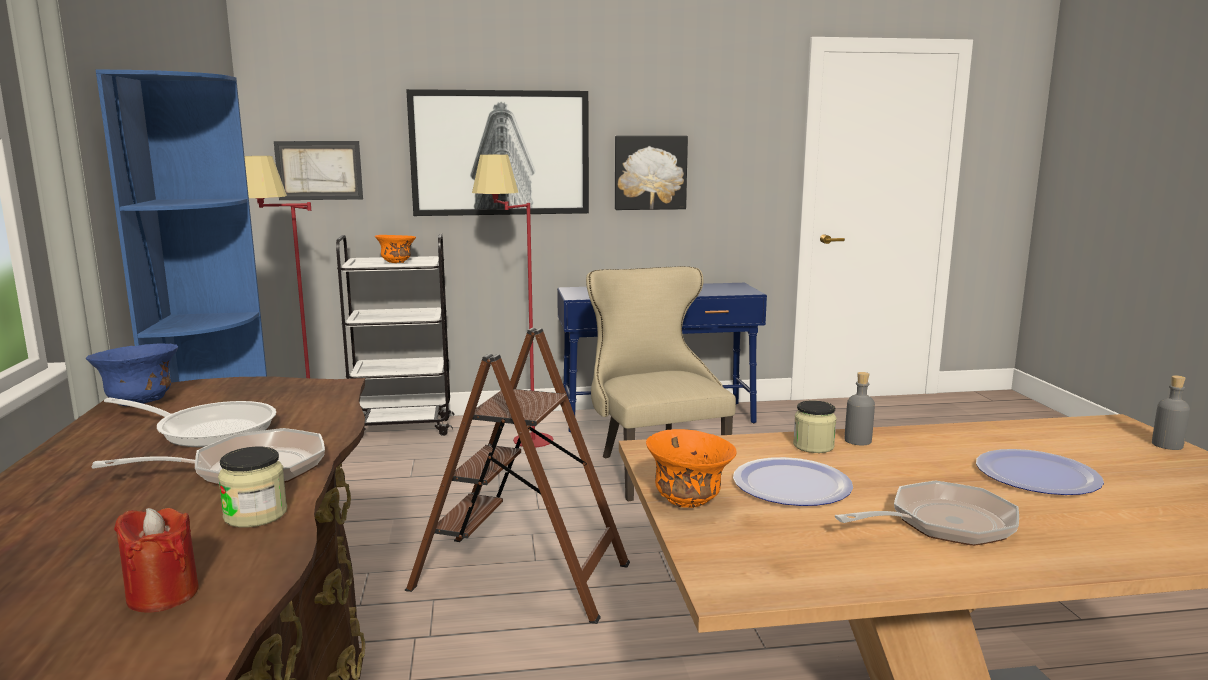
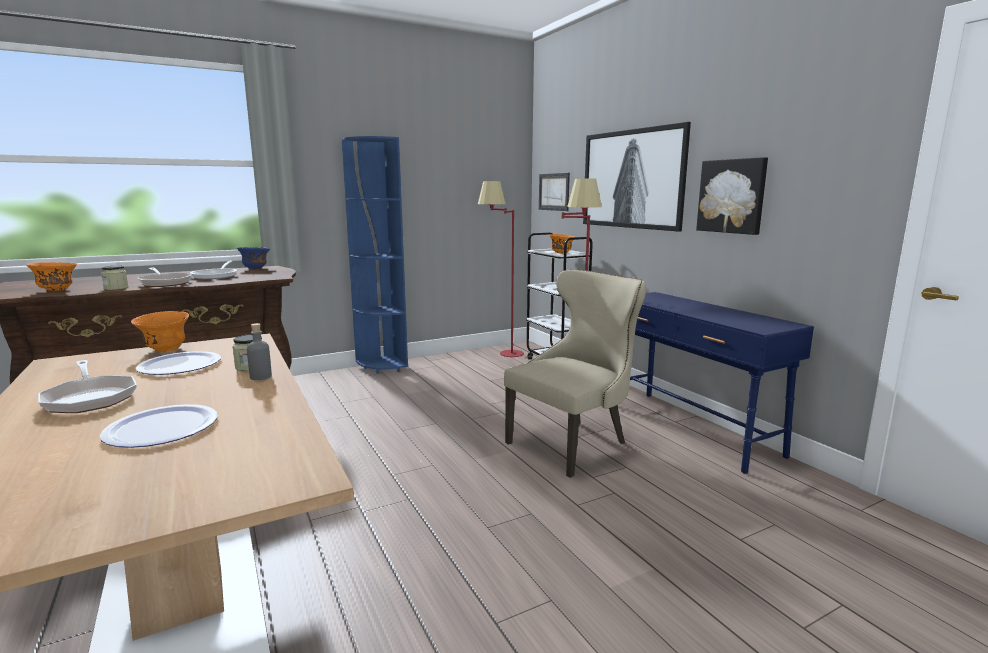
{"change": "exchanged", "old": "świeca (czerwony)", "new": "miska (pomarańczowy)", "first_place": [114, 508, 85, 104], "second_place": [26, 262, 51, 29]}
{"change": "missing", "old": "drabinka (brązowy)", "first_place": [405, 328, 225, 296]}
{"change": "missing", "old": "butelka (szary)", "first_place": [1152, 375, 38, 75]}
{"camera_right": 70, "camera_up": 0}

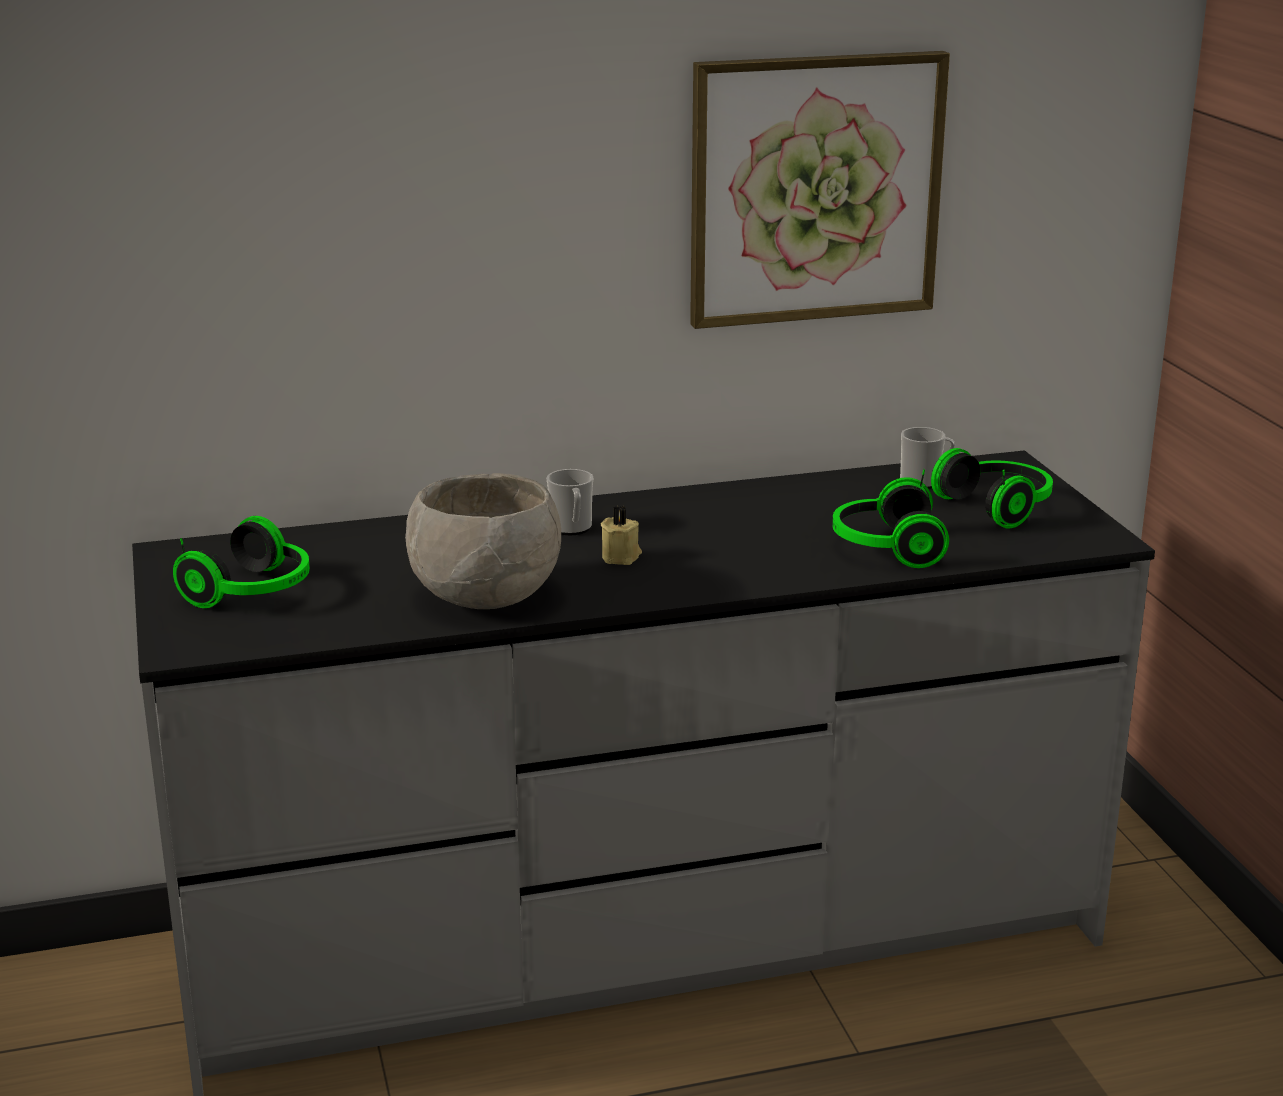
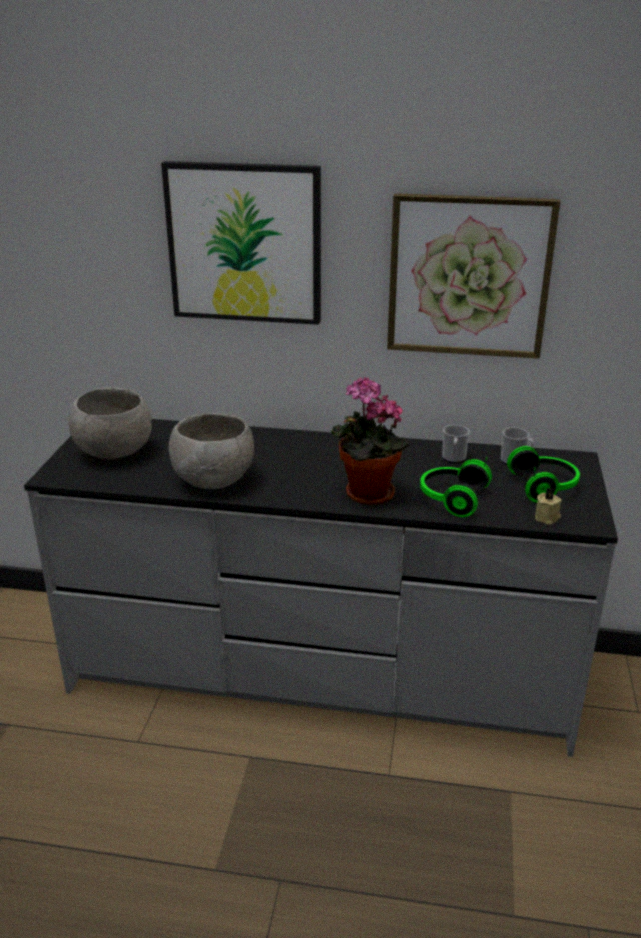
{"change": "exchanged", "old": "słuchawki", "new": "miska (szary)", "first_place": [173, 516, 137, 92], "second_place": [68, 387, 84, 72]}
{"change": "appeared", "new": "obraz", "second_place": [161, 161, 160, 164]}
{"change": "appeared", "new": "roślina doniczkowa", "second_place": [331, 377, 79, 128]}
{"change": "relocated", "old": "kubek", "first_place": [547, 469, 46, 66], "second_place": [442, 425, 28, 38]}
{"change": "relocated", "old": "świeca (beżowy)", "first_place": [601, 506, 41, 59], "second_place": [535, 488, 27, 37]}
{"camera_right": 25, "camera_up": 5}

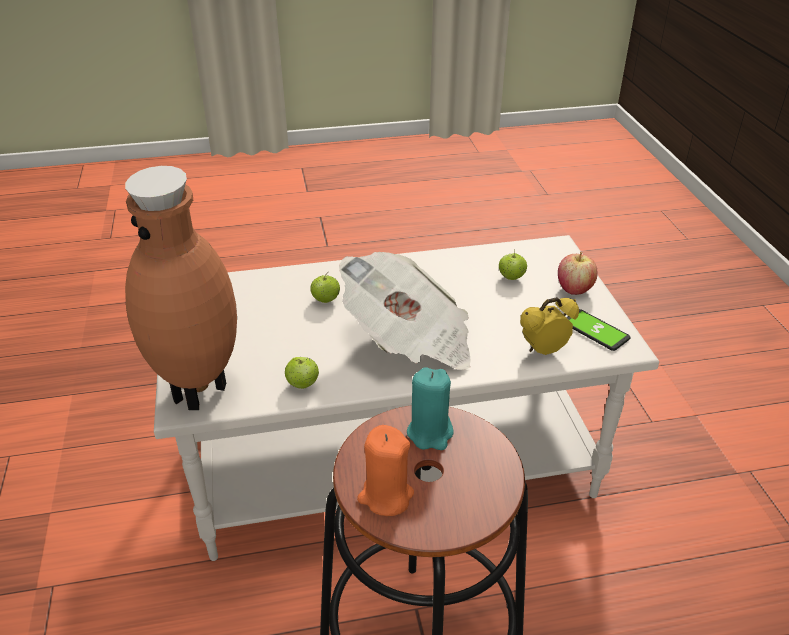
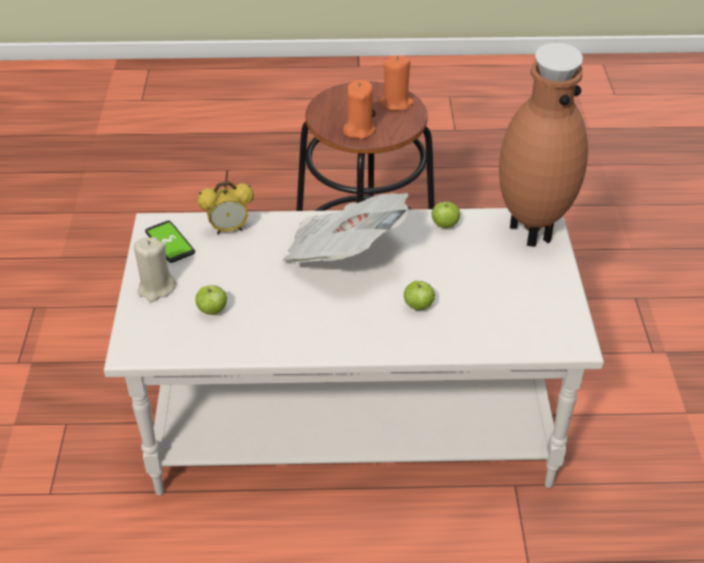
{"change": "exchanged", "old": "jabłko", "new": "świeca (beżowy)", "first_place": [558, 252, 40, 43], "second_place": [134, 237, 42, 65]}
{"change": "colour", "old": "świeca (turkusowy)", "new": "świeca (pomarańczowy)", "first_place": [407, 367, 46, 83], "second_place": [343, 80, 32, 59]}
{"camera_right": -170, "camera_up": 5}

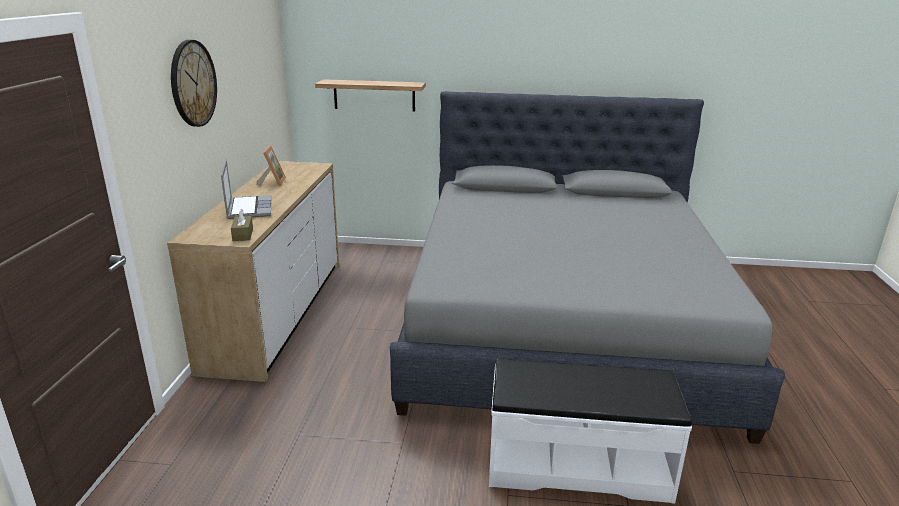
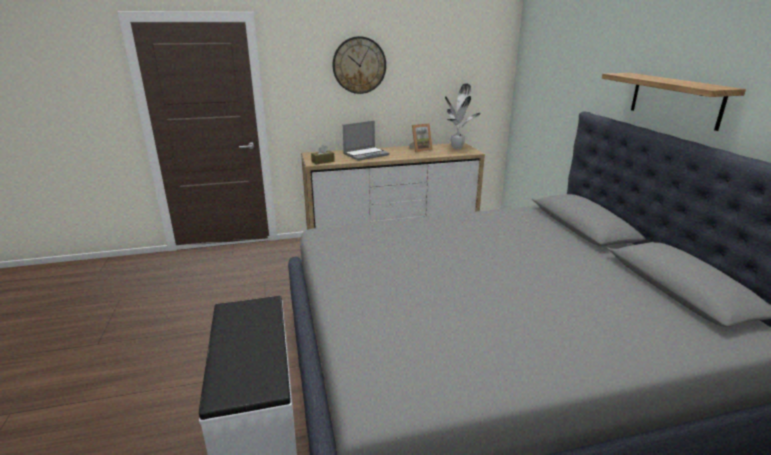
{"change": "appeared", "new": "roślina doniczkowa", "second_place": [445, 83, 35, 66]}
{"change": "relocated", "old": "półka", "first_place": [315, 79, 111, 33], "second_place": [602, 73, 144, 58]}
{"camera_right": 70, "camera_up": 0}

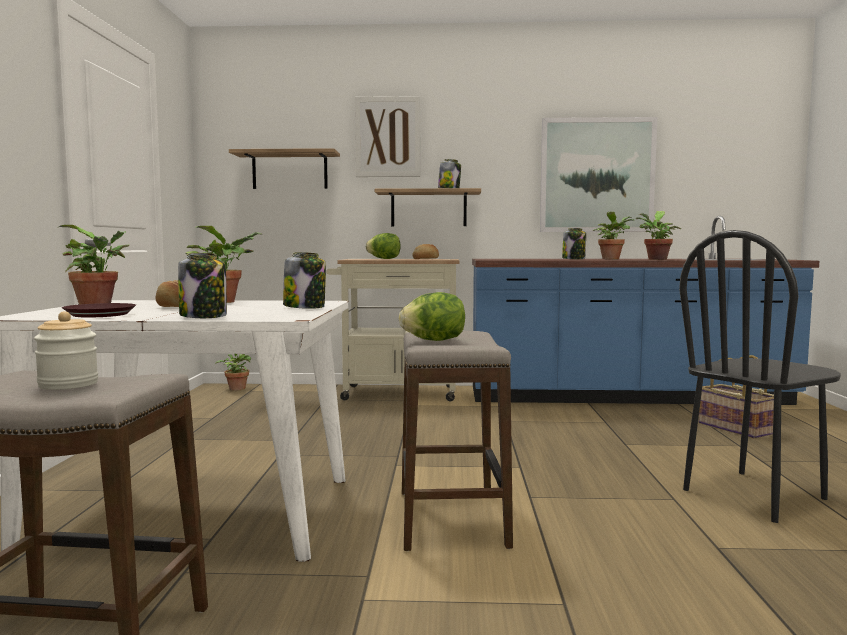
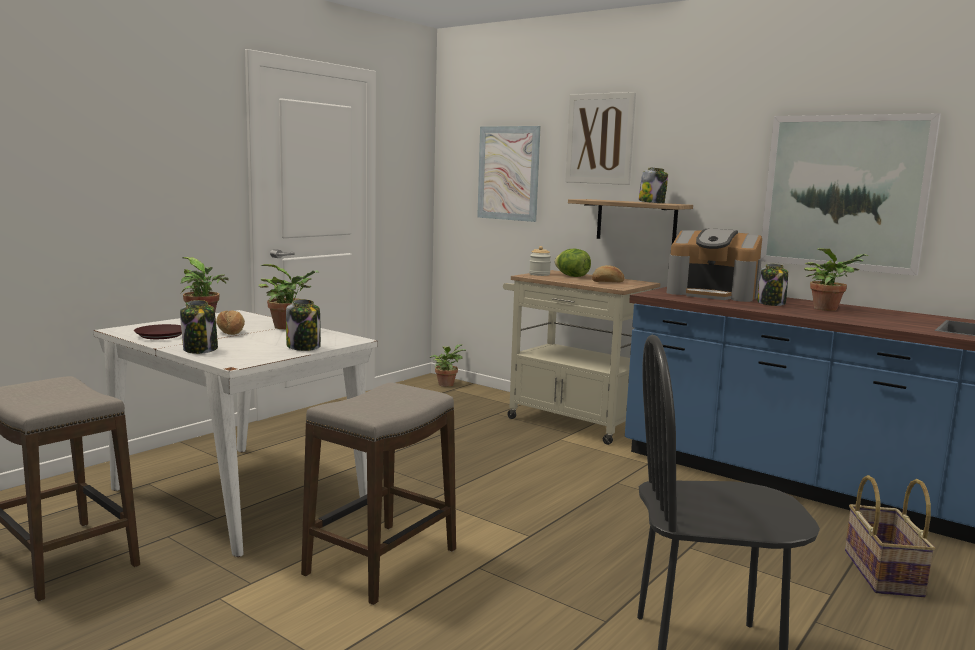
{"change": "exchanged", "old": "półka", "new": "obraz", "first_place": [229, 148, 111, 41], "second_place": [477, 126, 64, 96]}
{"change": "relocated", "old": "słoik", "first_place": [34, 311, 64, 79], "second_place": [529, 246, 22, 30]}
{"change": "appeared", "new": "ekspres do kawy", "second_place": [667, 229, 95, 73]}
{"change": "missing", "old": "sałata", "first_place": [399, 292, 66, 49]}
{"change": "missing", "old": "roślina doniczkowa", "first_place": [636, 211, 45, 49]}
{"camera_right": 35, "camera_up": 5}

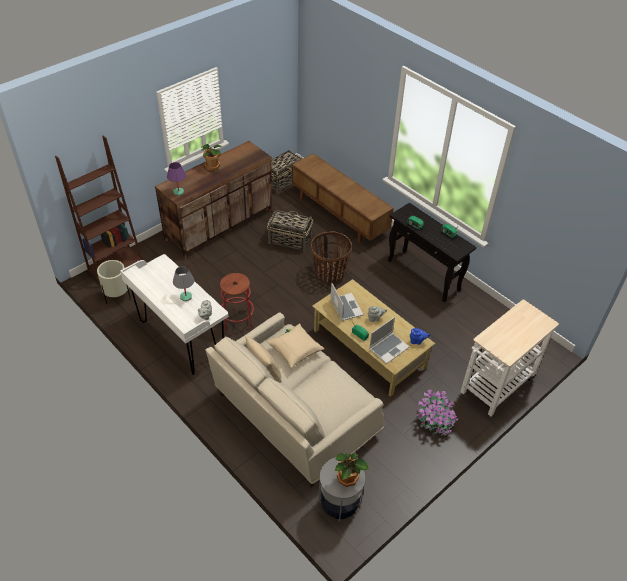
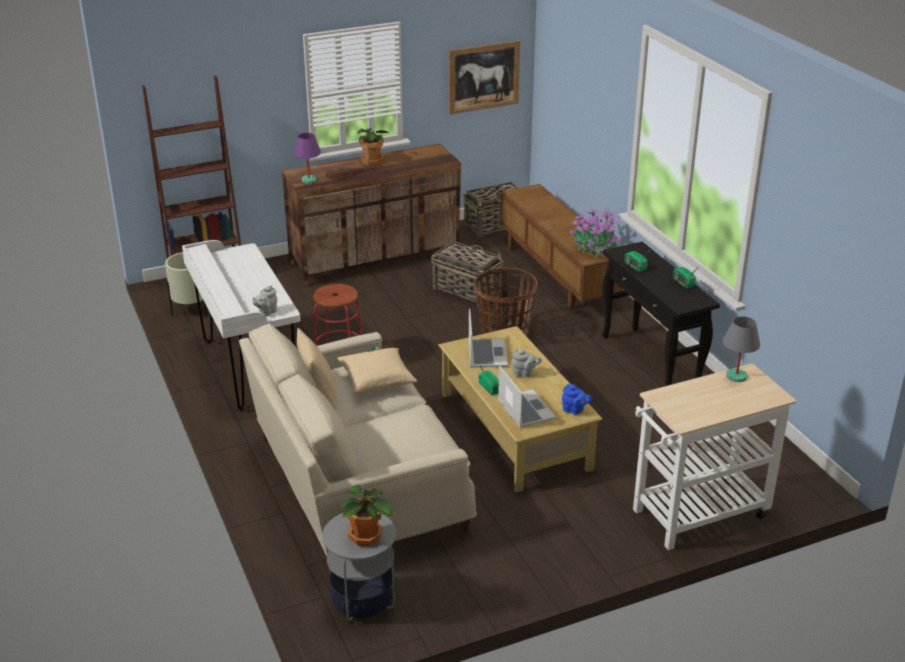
{"change": "appeared", "new": "obraz", "second_place": [449, 40, 71, 74]}
{"change": "spun", "old": "laptop", "first_place": [369, 317, 40, 47], "second_place": [498, 366, 58, 62], "degrees": -90}
{"change": "relocated", "old": "roślina doniczkowa", "first_place": [417, 389, 41, 47], "second_place": [570, 205, 51, 53]}
{"change": "relocated", "old": "lampa stołowa (szary)", "first_place": [173, 266, 21, 35], "second_place": [723, 316, 37, 66]}
{"camera_right": 20, "camera_up": -15}

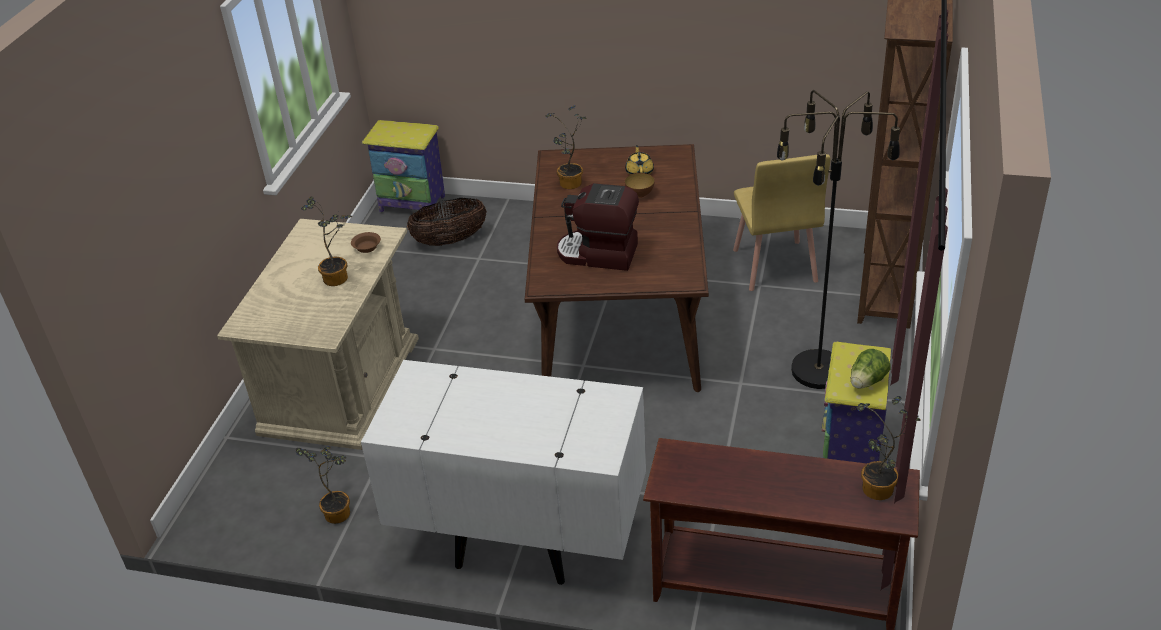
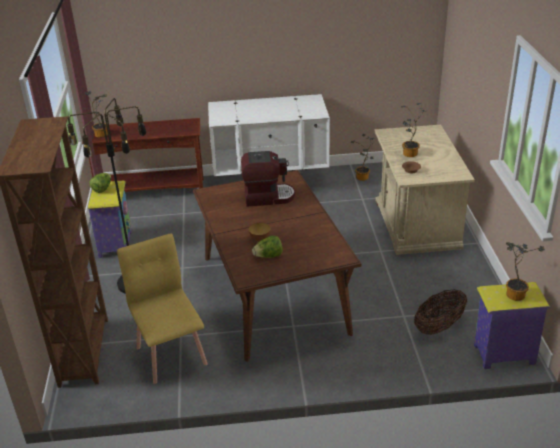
{"change": "exchanged", "old": "imbryk (żółty)", "new": "sałata", "first_place": [625, 145, 29, 30], "second_place": [252, 236, 31, 22]}
{"change": "relocated", "old": "roślina doniczkowa", "first_place": [545, 106, 42, 83], "second_place": [506, 242, 39, 59]}
{"camera_right": 160, "camera_up": -5}

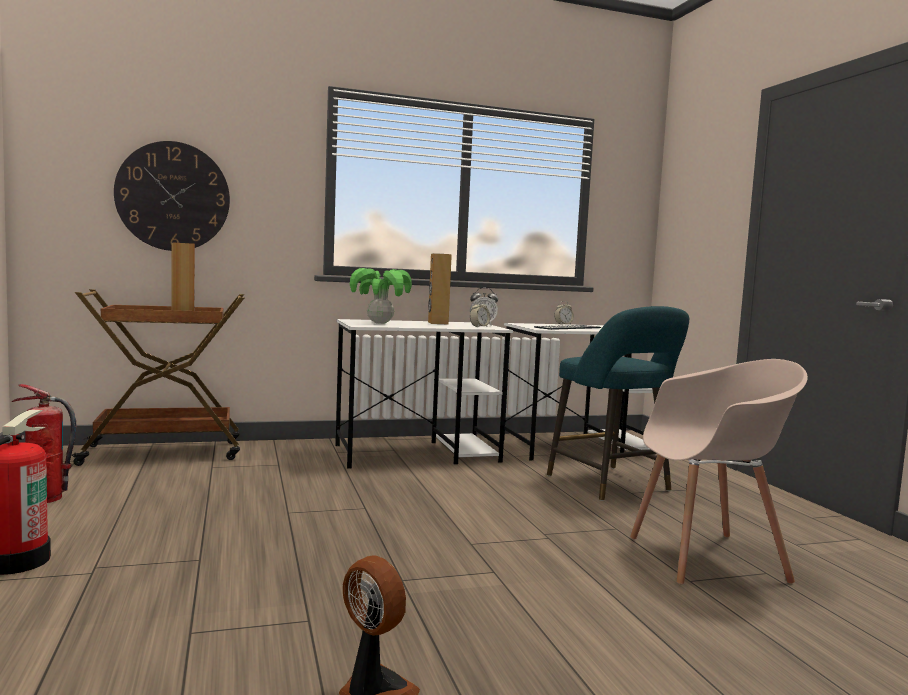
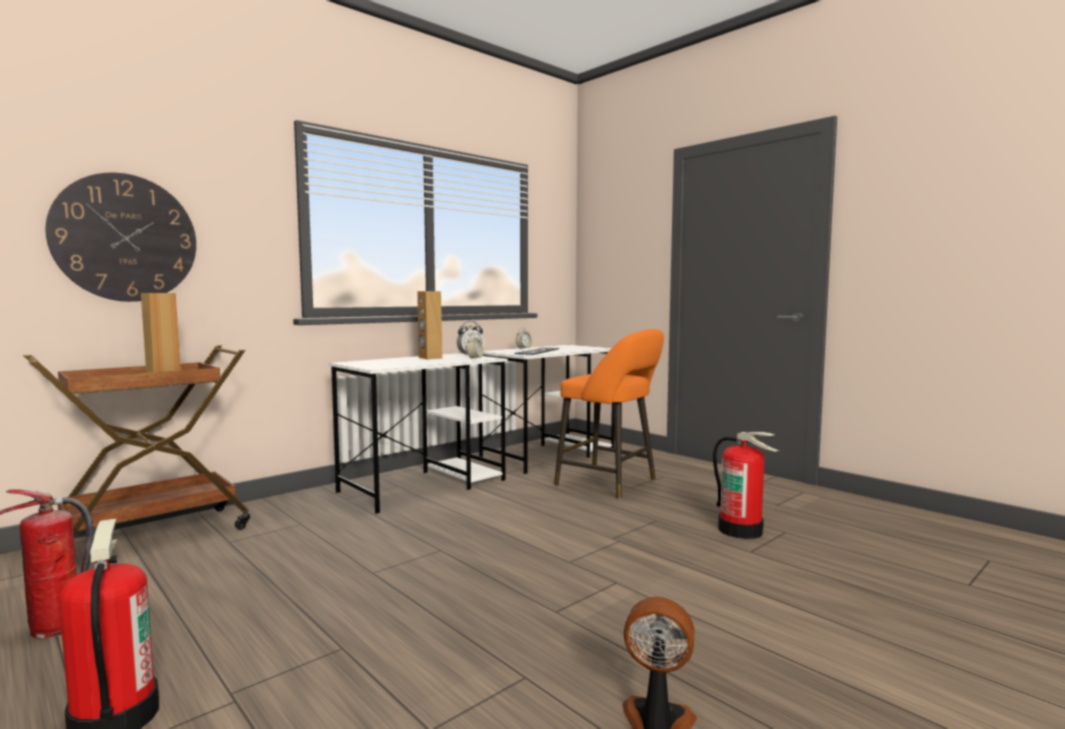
{"change": "colour", "old": "stołek (turkusowy)", "new": "stołek (pomarańczowy)", "first_place": [547, 306, 142, 195], "second_place": [554, 329, 110, 170]}
{"change": "exchanged", "old": "krzesło (beżowy)", "new": "gaśnica", "first_place": [630, 359, 178, 225], "second_place": [713, 432, 66, 107]}
{"change": "missing", "old": "roślina doniczkowa", "first_place": [350, 268, 62, 56]}
{"camera_right": -25, "camera_up": 0}

